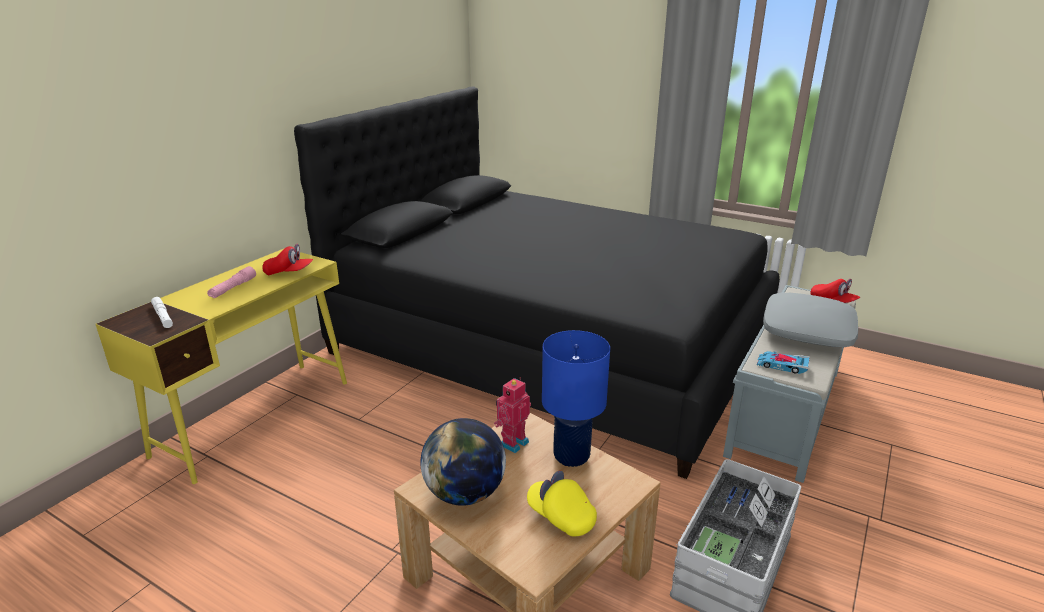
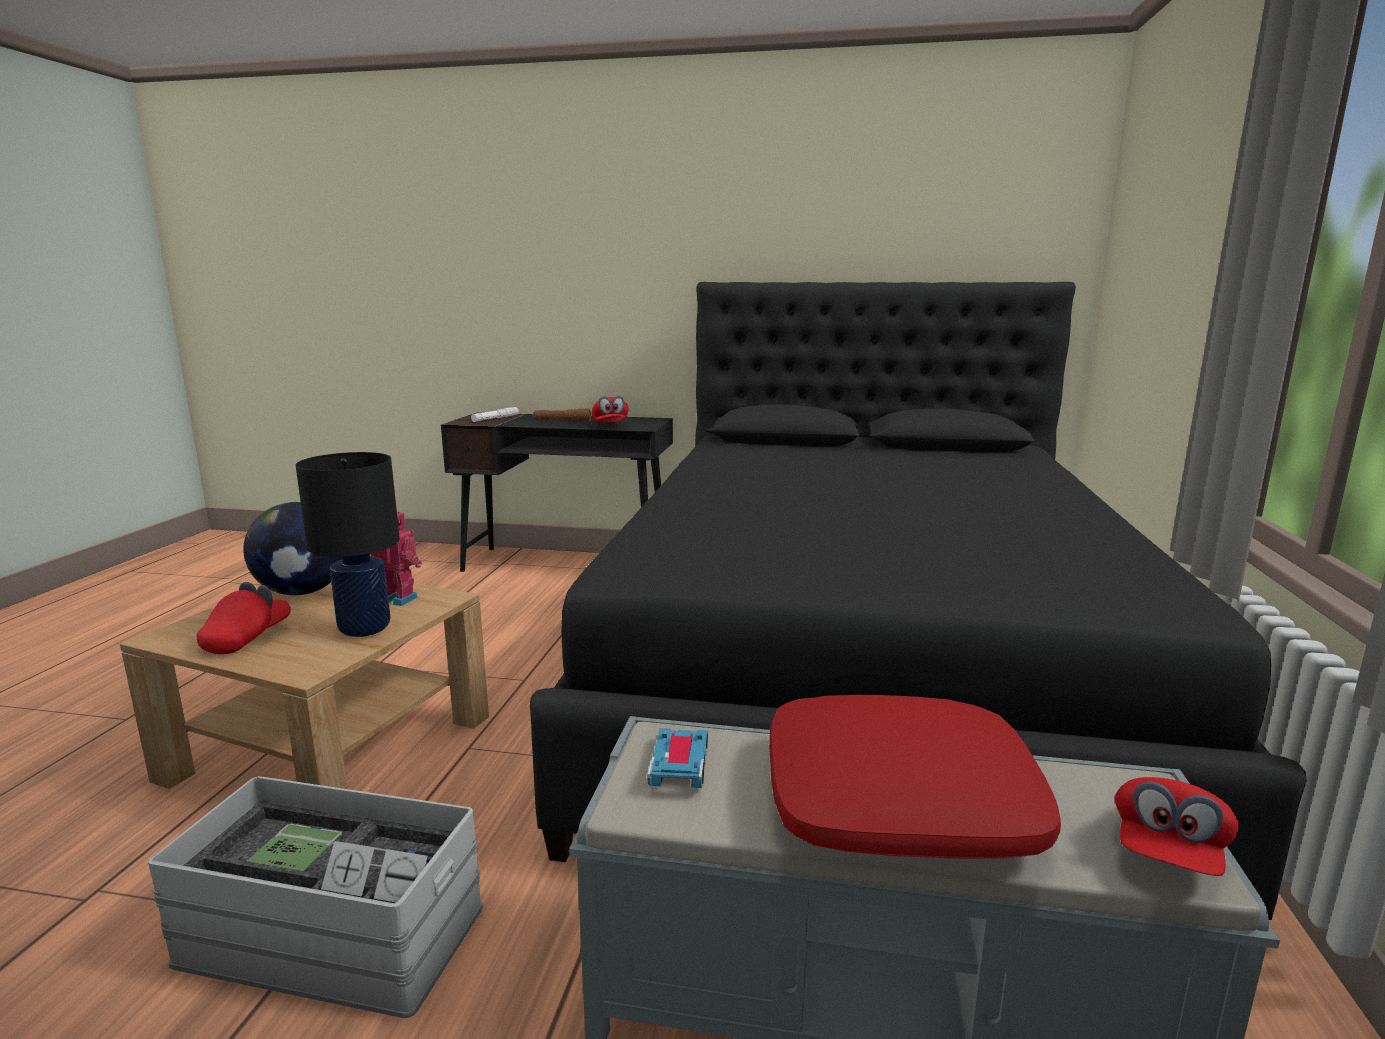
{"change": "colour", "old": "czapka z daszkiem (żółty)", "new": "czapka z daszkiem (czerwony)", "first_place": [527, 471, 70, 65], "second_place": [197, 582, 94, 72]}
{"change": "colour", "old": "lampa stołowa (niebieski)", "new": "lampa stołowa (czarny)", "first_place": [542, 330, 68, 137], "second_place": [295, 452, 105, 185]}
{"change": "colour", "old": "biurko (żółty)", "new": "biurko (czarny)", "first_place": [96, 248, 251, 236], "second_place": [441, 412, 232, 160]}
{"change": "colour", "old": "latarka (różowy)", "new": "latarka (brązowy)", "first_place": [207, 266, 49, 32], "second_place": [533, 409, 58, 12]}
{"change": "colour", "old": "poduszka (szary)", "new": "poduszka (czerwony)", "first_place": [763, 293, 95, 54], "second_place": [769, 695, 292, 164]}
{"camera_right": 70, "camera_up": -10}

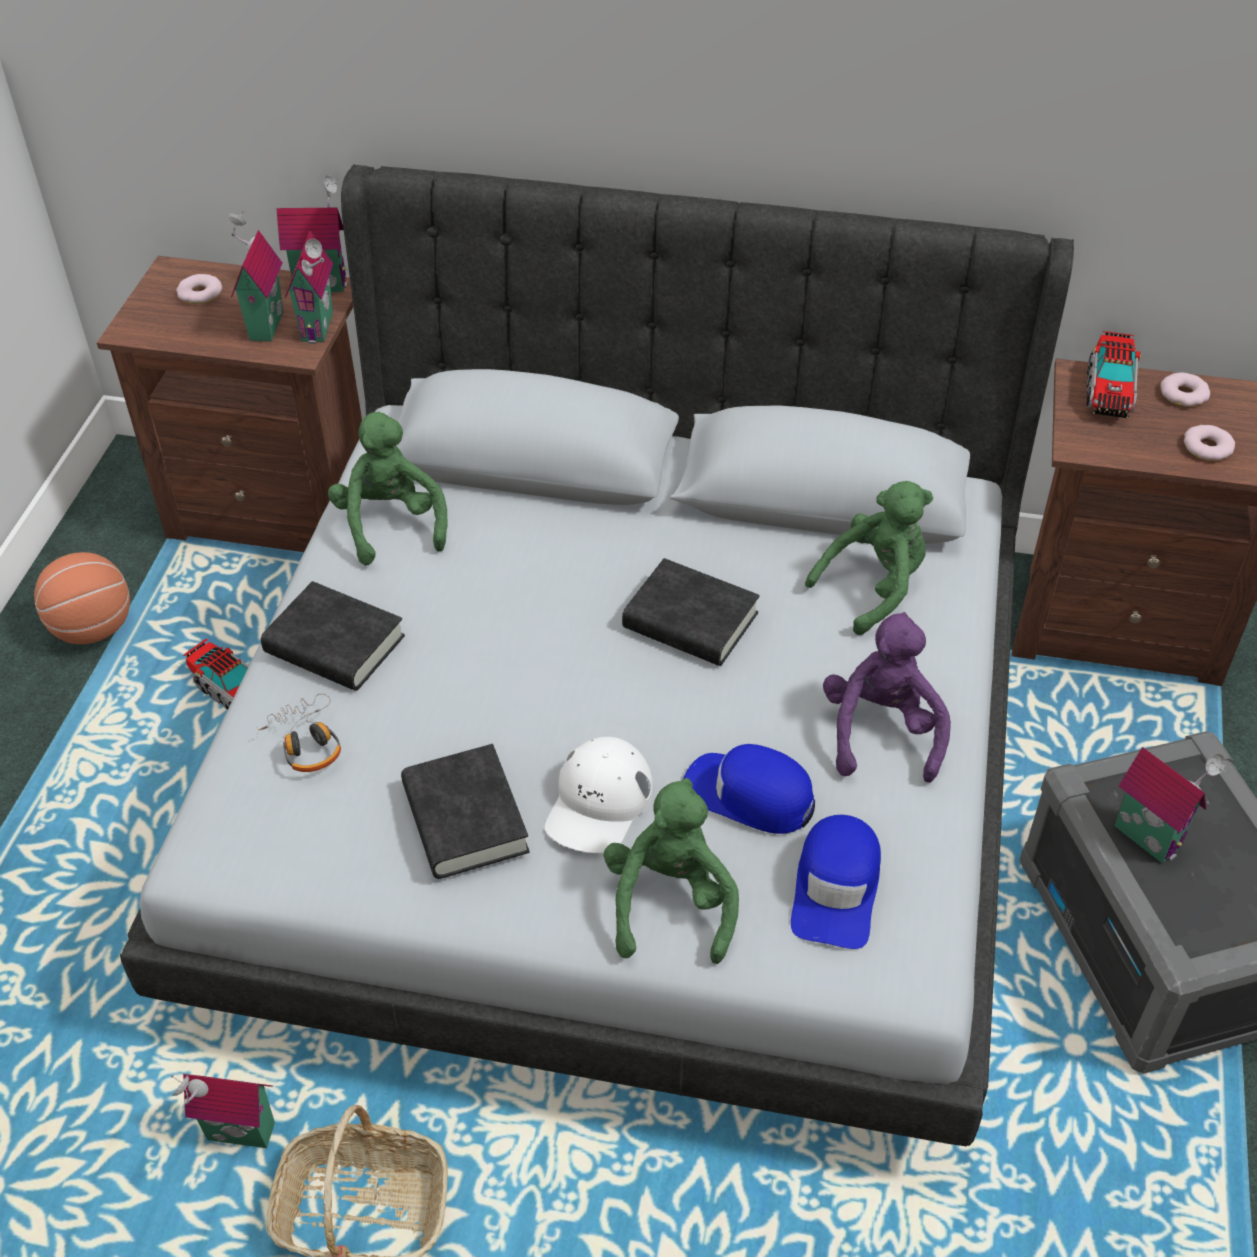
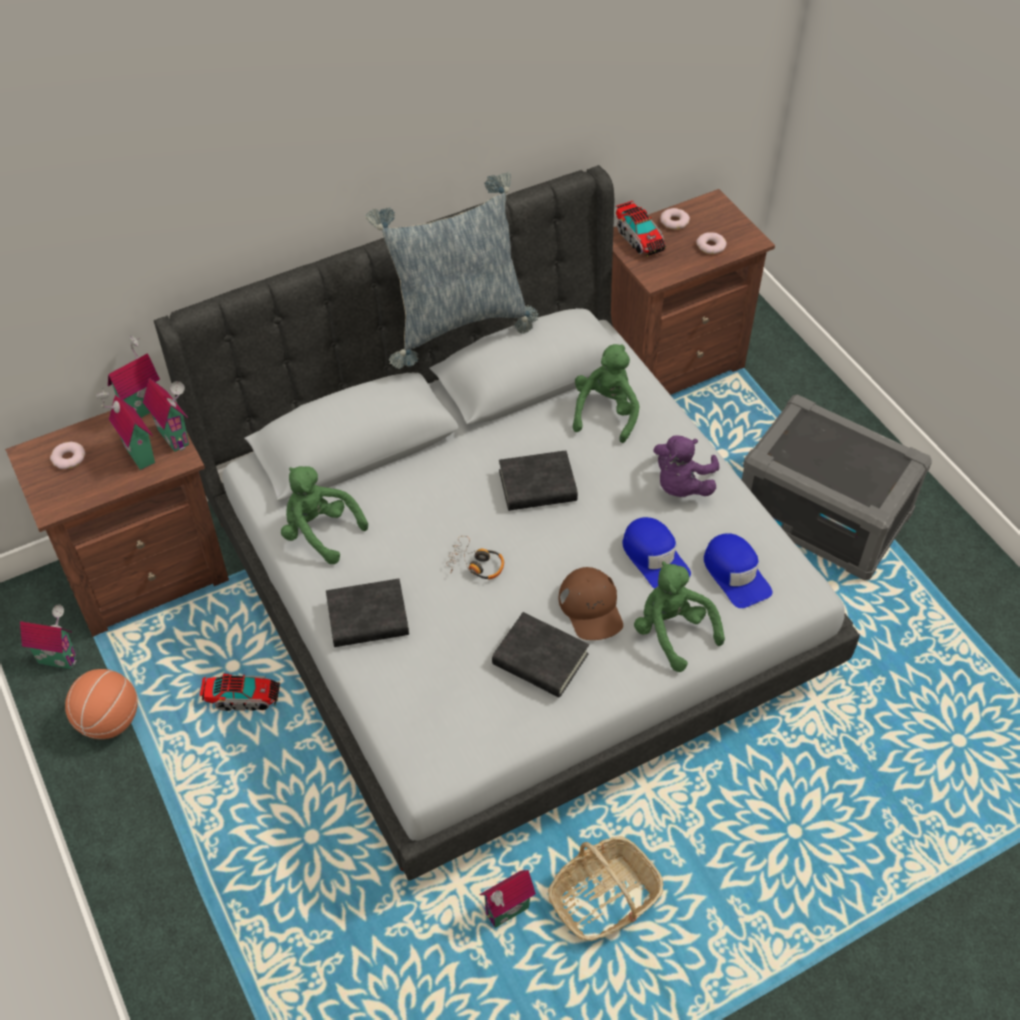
{"change": "relocated", "old": "domek", "first_place": [1114, 747, 112, 117], "second_place": [20, 605, 57, 64]}
{"change": "appeared", "new": "poduszka", "second_place": [365, 172, 174, 197]}
{"change": "relocated", "old": "słuchawki", "first_place": [258, 693, 83, 79], "second_place": [446, 536, 58, 44]}
{"change": "colour", "old": "czapka z daszkiem (biały)", "new": "czapka z daszkiem (brązowy)", "first_place": [545, 737, 108, 117], "second_place": [559, 567, 64, 73]}
{"change": "spun", "old": "czapka z daszkiem (niebieski)", "first_place": [683, 744, 132, 90], "second_place": [622, 517, 69, 72], "degrees": -105}
{"change": "spun", "old": "pluszak (fioletowy)", "first_place": [823, 612, 128, 171], "second_place": [653, 435, 66, 62], "degrees": -120}
{"camera_right": -40, "camera_up": 5}

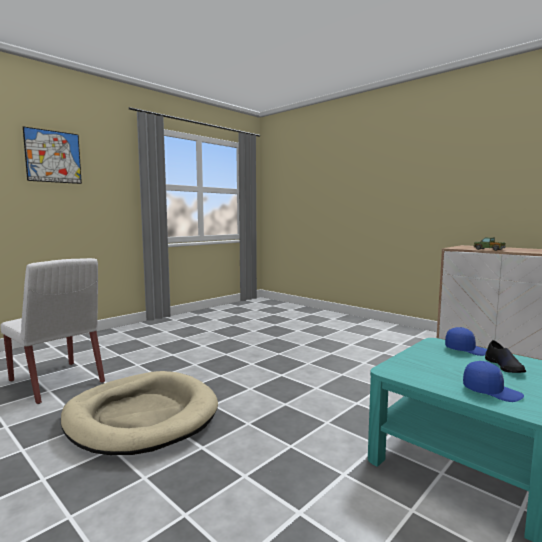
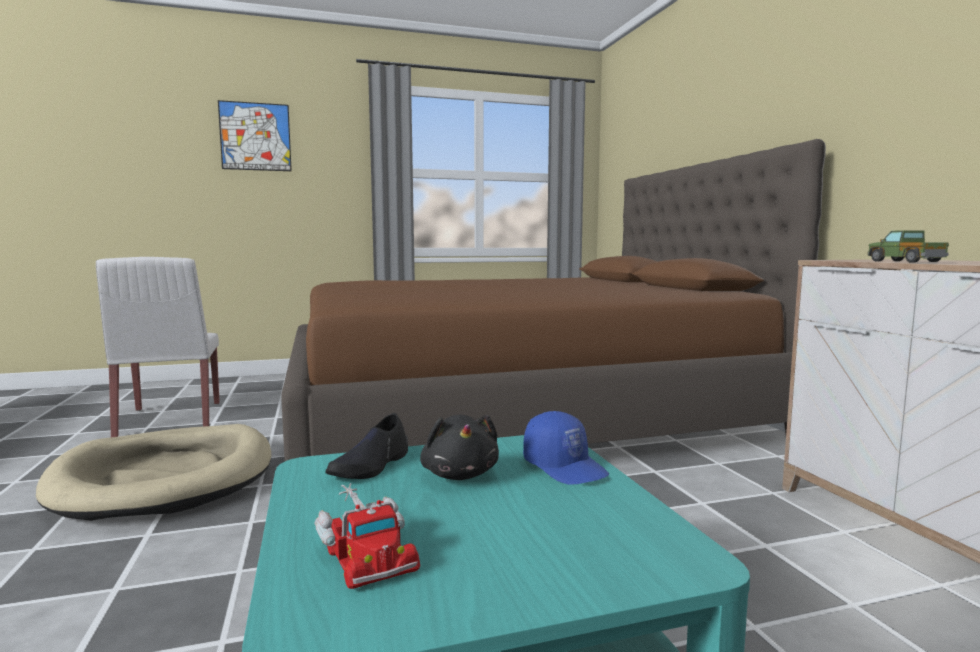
{"change": "appeared", "new": "łóżko (brązowy)", "second_place": [281, 139, 545, 322]}
{"change": "exchanged", "old": "czapka z daszkiem (niebieski)", "new": "ciężarówka zabawkowa", "first_place": [463, 361, 61, 41], "second_place": [314, 483, 106, 106]}
{"change": "relocated", "old": "but (czarny)", "first_place": [485, 340, 41, 33], "second_place": [326, 413, 82, 66]}
{"change": "appeared", "new": "pluszak (czarny)", "second_place": [420, 414, 79, 66]}
{"camera_right": 30, "camera_up": 0}

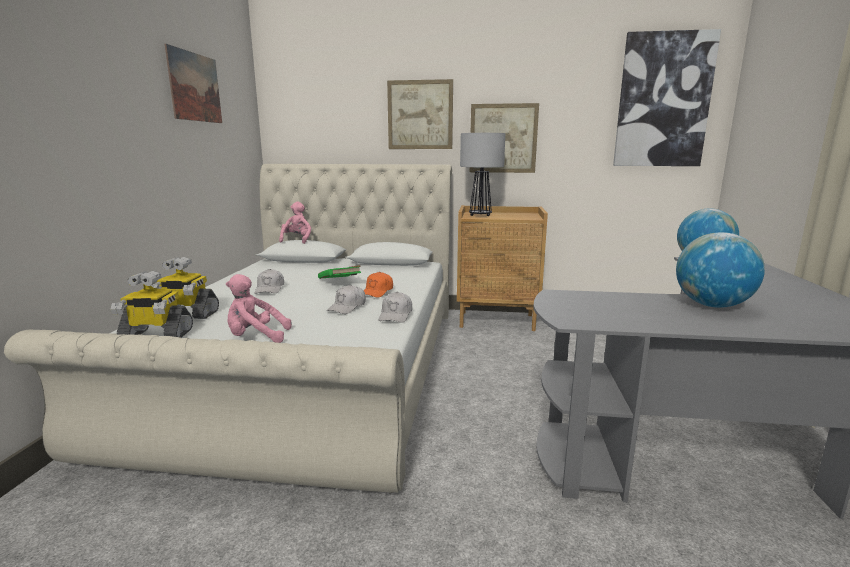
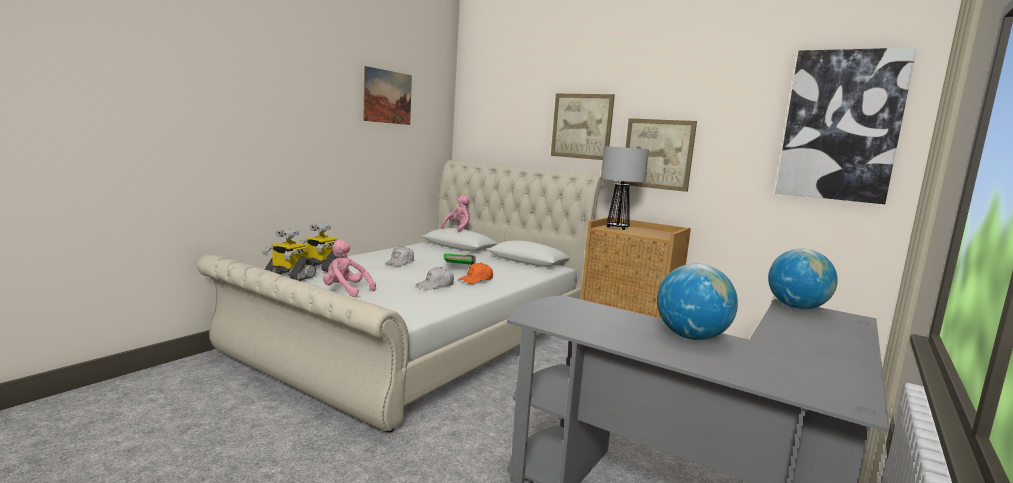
{"change": "missing", "old": "czapka z daszkiem (biały)", "first_place": [379, 292, 33, 31]}
{"camera_right": 25, "camera_up": -5}

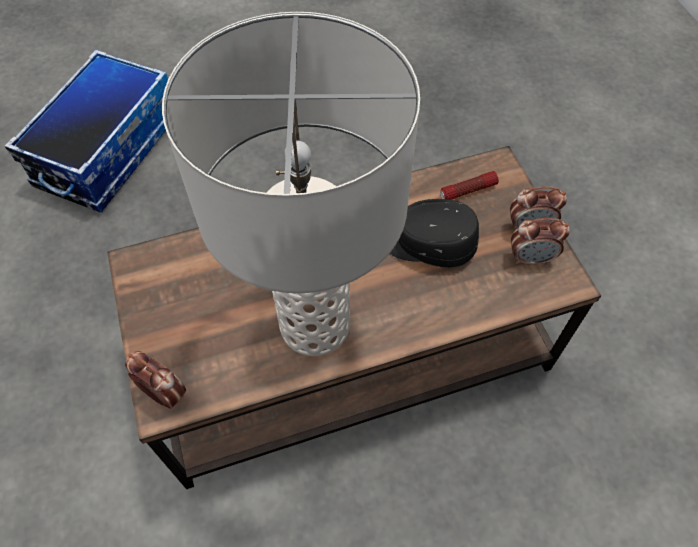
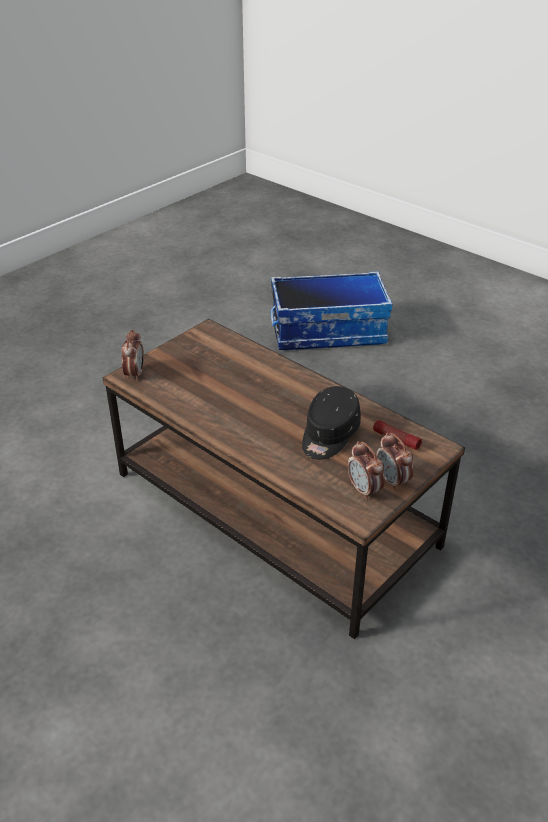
{"change": "spun", "old": "czapka z daszkiem (czarny)", "first_place": [389, 199, 90, 69], "second_place": [302, 386, 59, 73], "degrees": -135}
{"change": "missing", "old": "lampa stołowa (biały)", "first_place": [162, 12, 258, 344]}
{"camera_right": 60, "camera_up": -20}

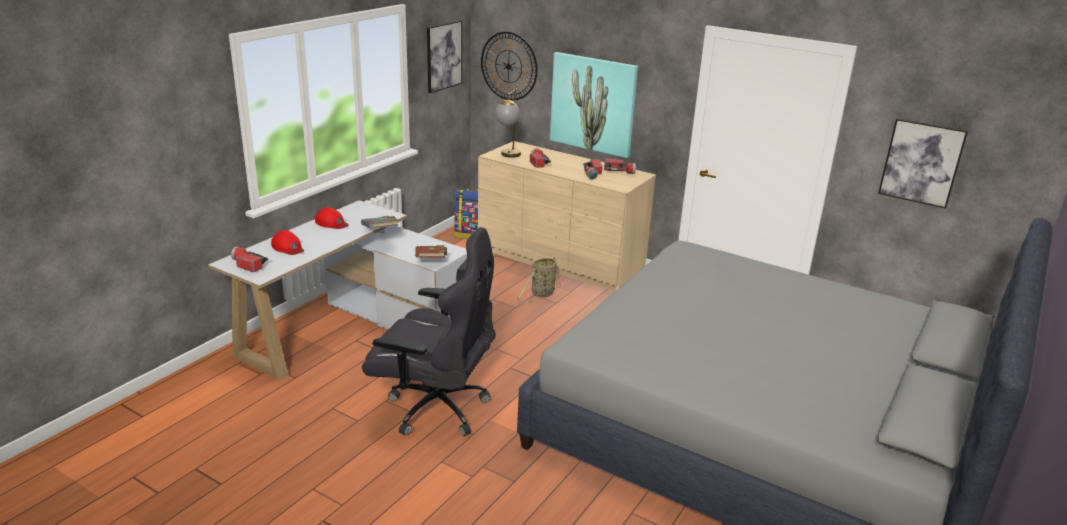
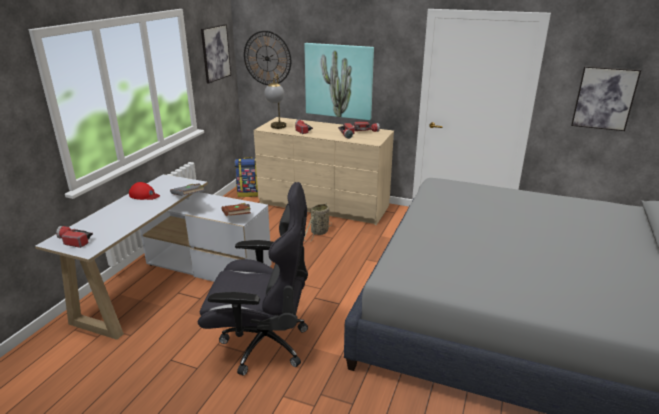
{"change": "missing", "old": "czapka z daszkiem (czerwony)", "first_place": [271, 230, 33, 25]}
{"camera_right": -10, "camera_up": 0}

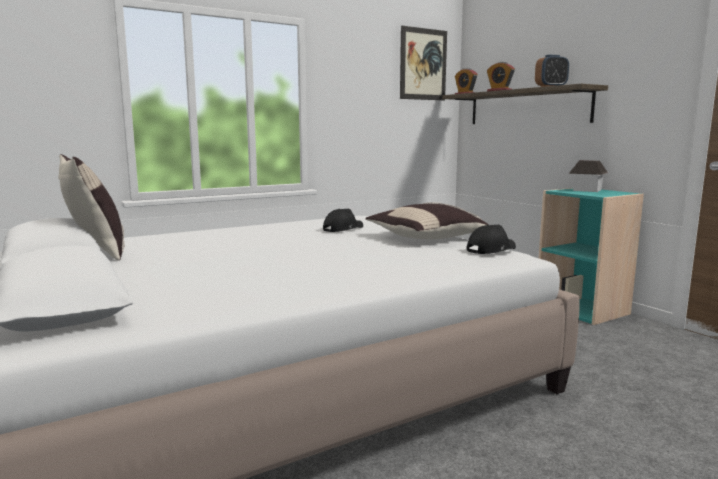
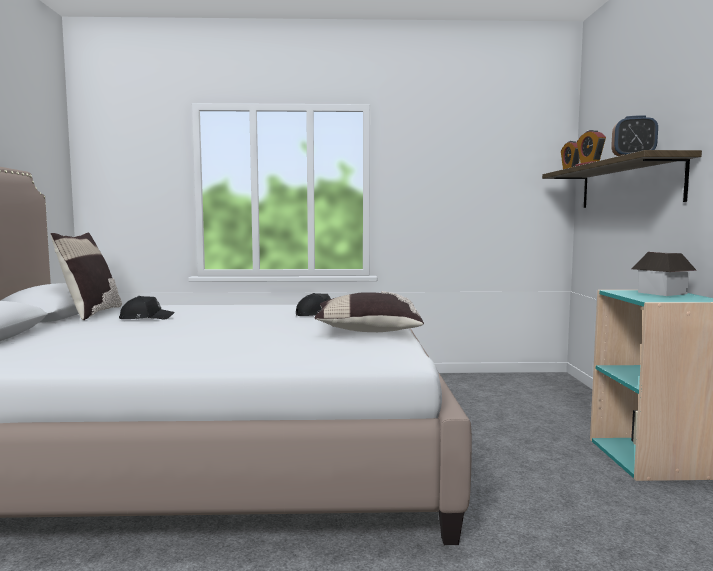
{"change": "relocated", "old": "czapka z daszkiem (czarny)", "first_place": [467, 225, 49, 29], "second_place": [119, 296, 56, 24]}
{"change": "missing", "old": "obraz", "first_place": [400, 26, 47, 74]}
{"camera_right": 30, "camera_up": -5}

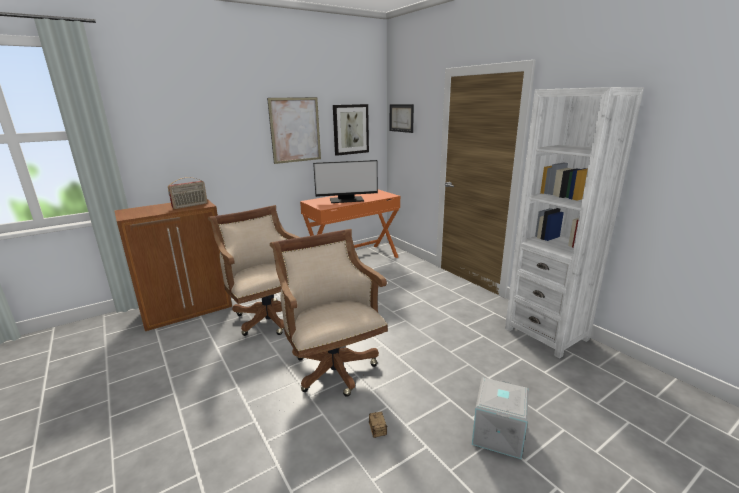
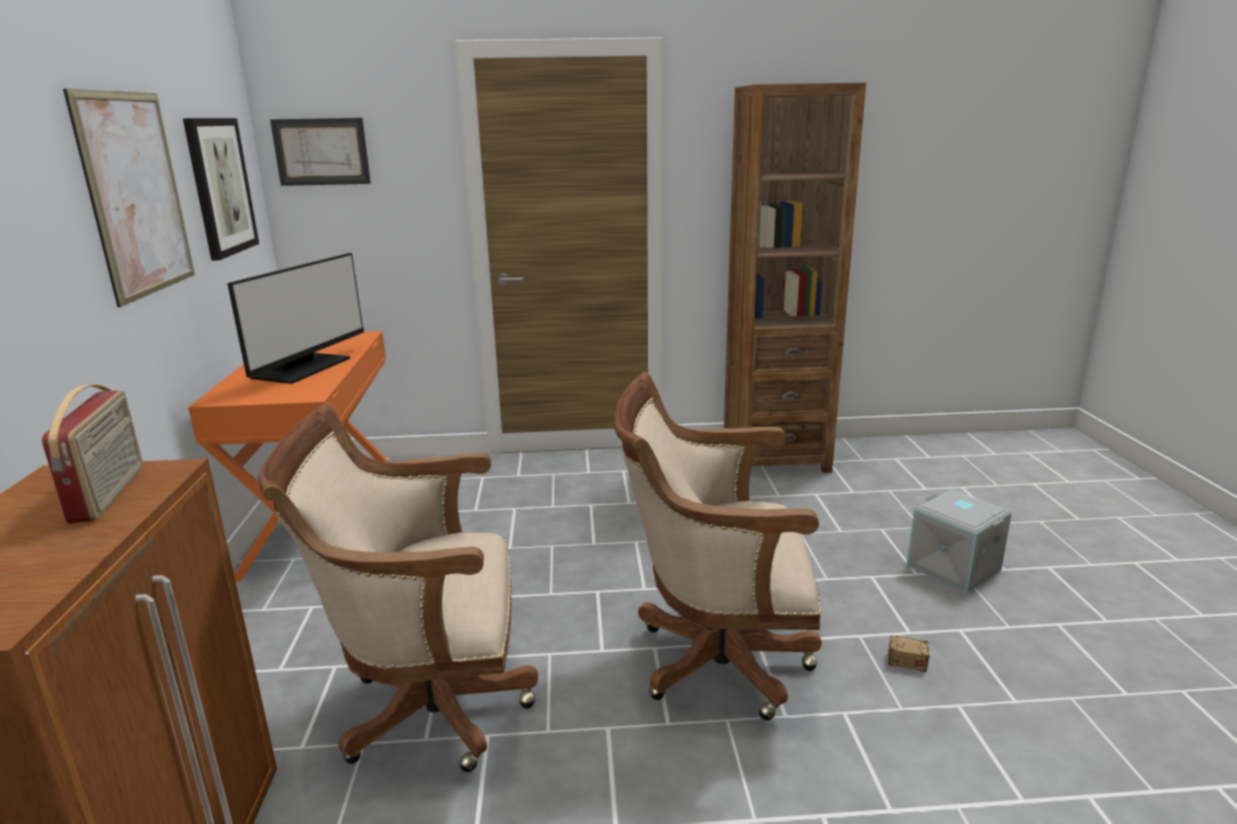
{"change": "colour", "old": "regał (biały)", "new": "regał (brązowy)", "first_place": [505, 87, 139, 272], "second_place": [724, 82, 142, 391]}
{"camera_right": -60, "camera_up": 0}

